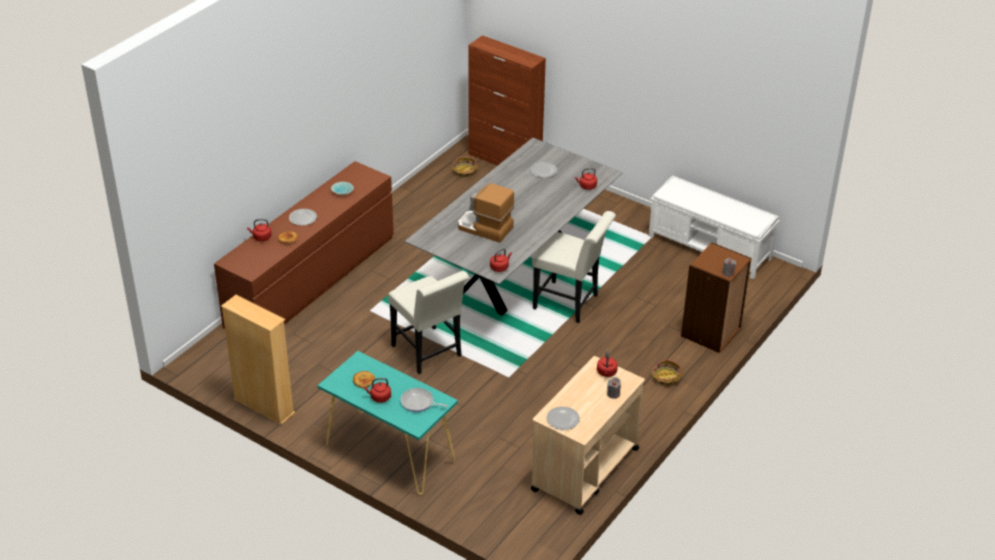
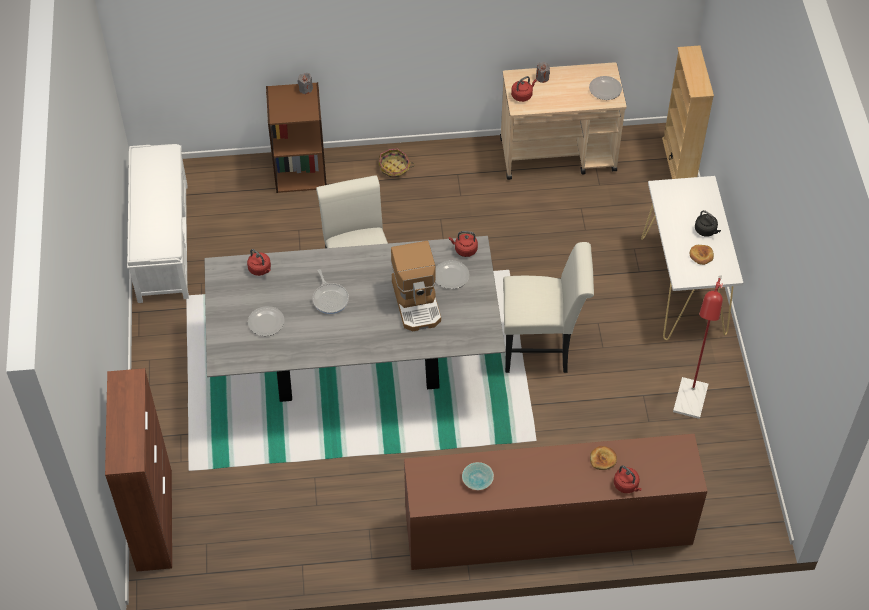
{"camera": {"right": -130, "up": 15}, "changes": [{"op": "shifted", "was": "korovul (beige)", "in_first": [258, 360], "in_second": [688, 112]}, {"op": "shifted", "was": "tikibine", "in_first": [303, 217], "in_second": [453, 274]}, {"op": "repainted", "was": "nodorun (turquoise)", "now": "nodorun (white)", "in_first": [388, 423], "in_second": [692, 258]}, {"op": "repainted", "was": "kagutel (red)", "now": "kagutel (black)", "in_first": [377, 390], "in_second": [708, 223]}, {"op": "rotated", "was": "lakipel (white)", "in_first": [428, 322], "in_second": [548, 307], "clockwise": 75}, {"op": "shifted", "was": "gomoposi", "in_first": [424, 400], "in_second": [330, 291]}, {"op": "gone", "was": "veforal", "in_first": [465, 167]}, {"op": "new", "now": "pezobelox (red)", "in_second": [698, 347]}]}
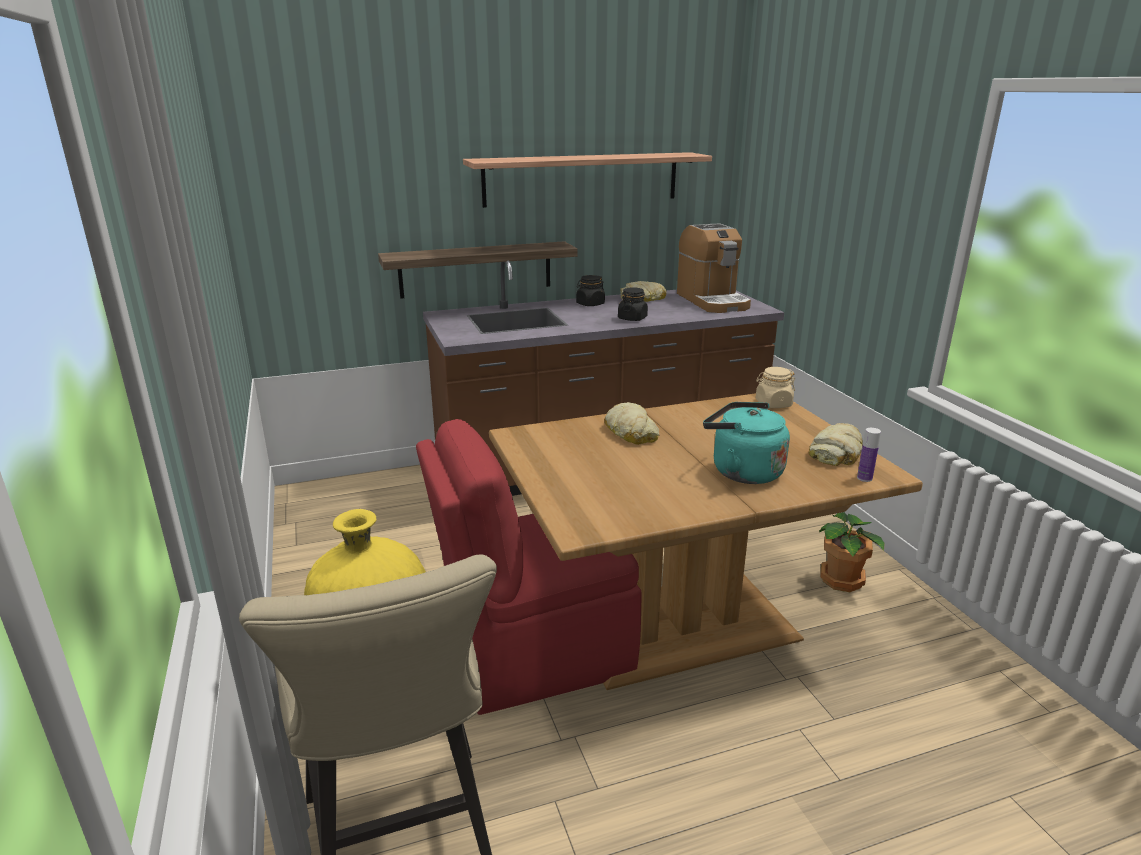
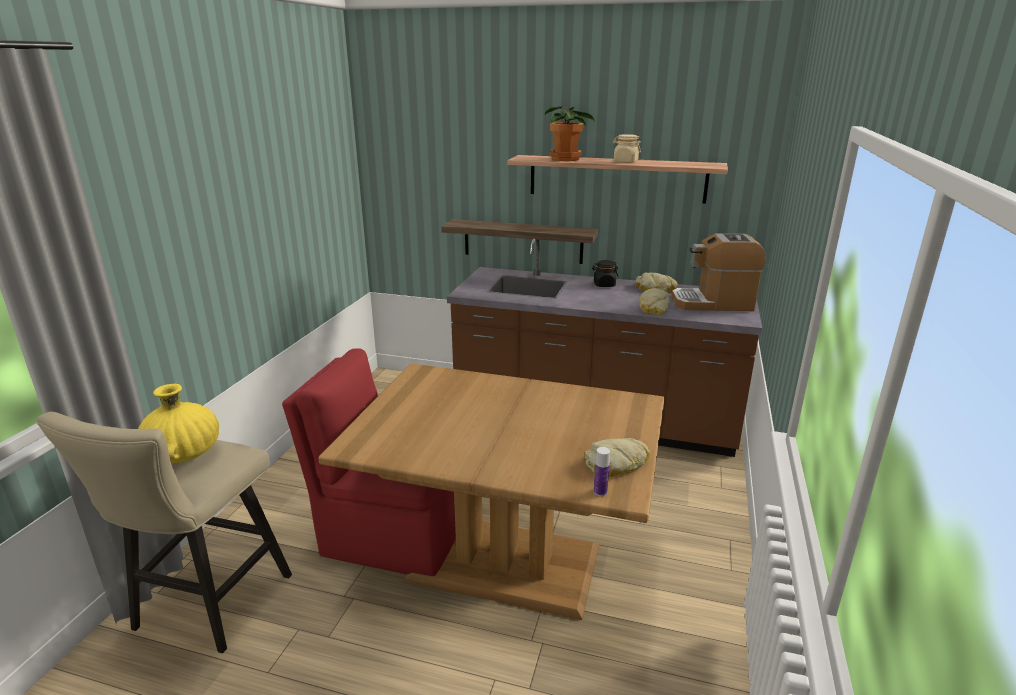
{"camera": {"right": 35, "up": 0}, "changes": [{"op": "shifted", "was": "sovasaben", "in_first": [631, 423], "in_second": [654, 301]}, {"op": "gone", "was": "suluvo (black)", "in_first": [633, 304]}, {"op": "rotated", "was": "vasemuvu", "in_first": [714, 268], "in_second": [718, 272], "clockwise": 75}, {"op": "gone", "was": "kagutel (turquoise)", "in_first": [746, 443]}, {"op": "shifted", "was": "suluvo (beige)", "in_first": [775, 387], "in_second": [627, 148]}, {"op": "shifted", "was": "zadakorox", "in_first": [851, 552], "in_second": [570, 133]}]}
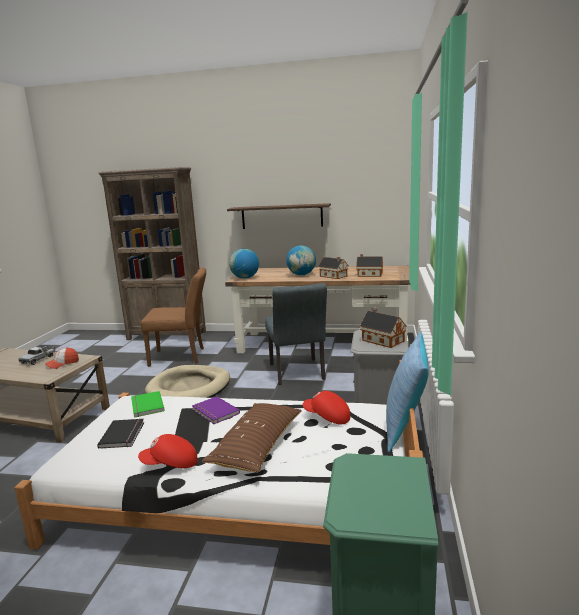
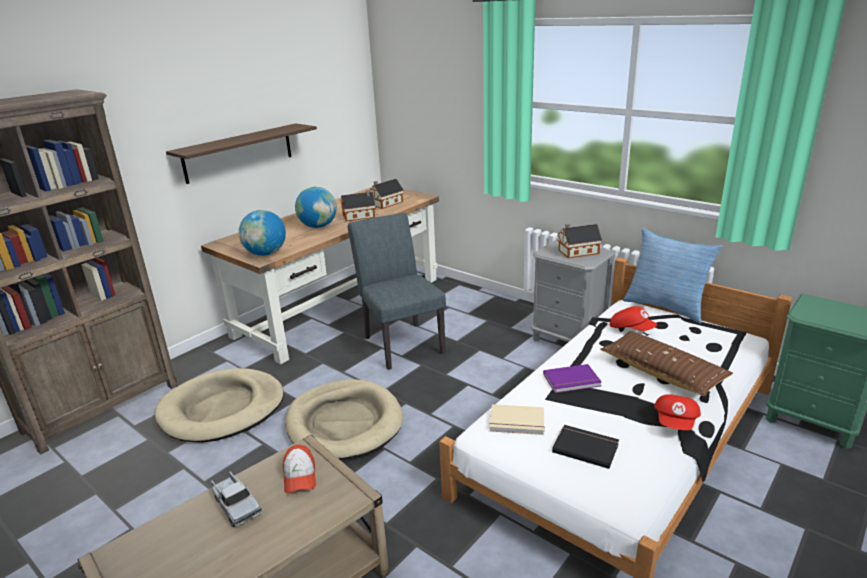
{"camera": {"right": -60, "up": 10}, "changes": [{"op": "repainted", "was": "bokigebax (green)", "now": "bokigebax (beige)", "in_first": [148, 404], "in_second": [516, 419]}, {"op": "swapped", "was": "lakipel (brown)", "now": "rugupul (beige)", "in_first": [173, 317], "in_second": [219, 405]}, {"op": "rotated", "was": "lakipel (grey)", "in_first": [296, 334], "in_second": [397, 291], "clockwise": -135}, {"op": "rotated", "was": "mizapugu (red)", "in_first": [326, 407], "in_second": [633, 318], "clockwise": -105}]}
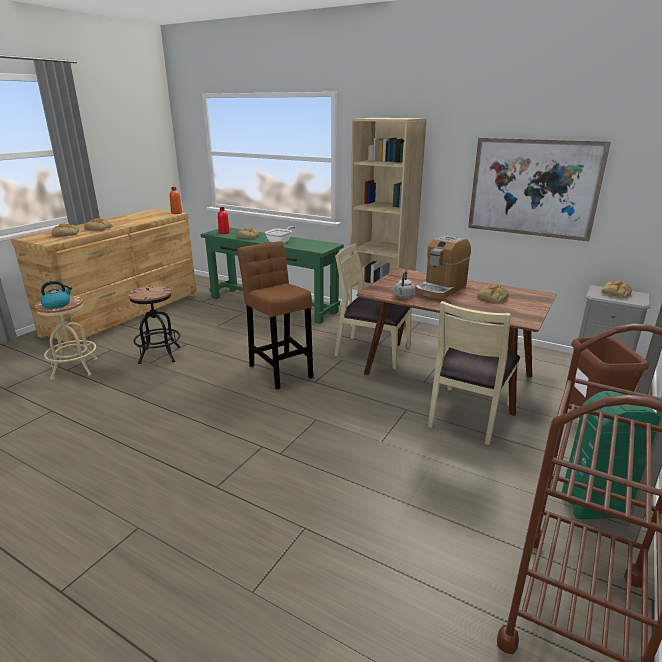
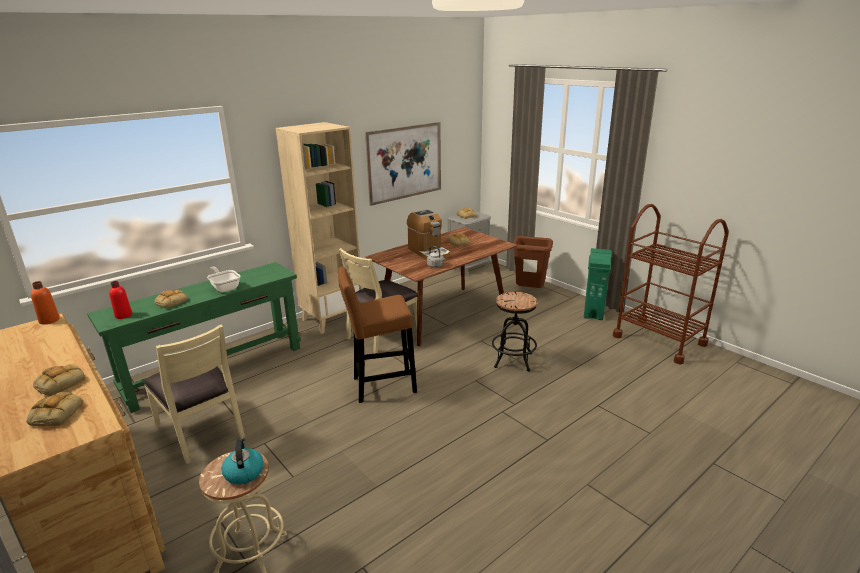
{"camera": {"right": -70, "up": 0}, "changes": [{"op": "shifted", "was": "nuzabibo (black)", "in_first": [154, 324], "in_second": [514, 331]}, {"op": "shifted", "was": "lakipel (beige)", "in_first": [474, 373], "in_second": [194, 394]}]}
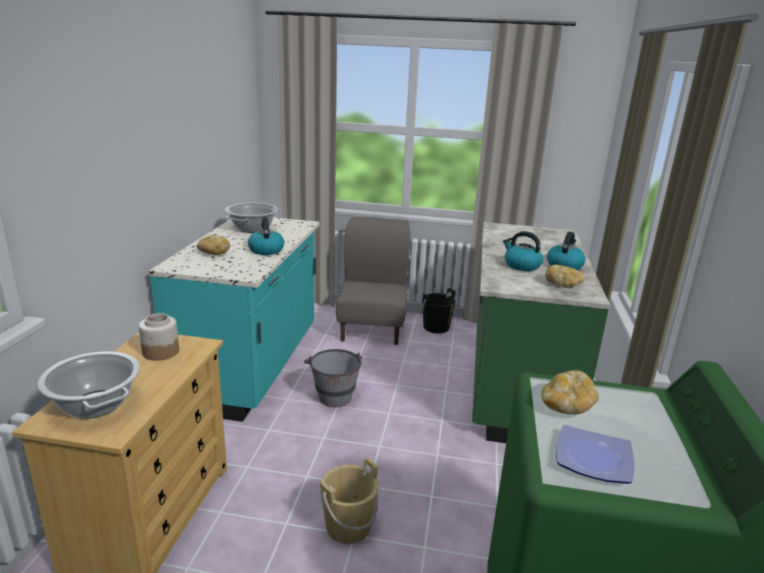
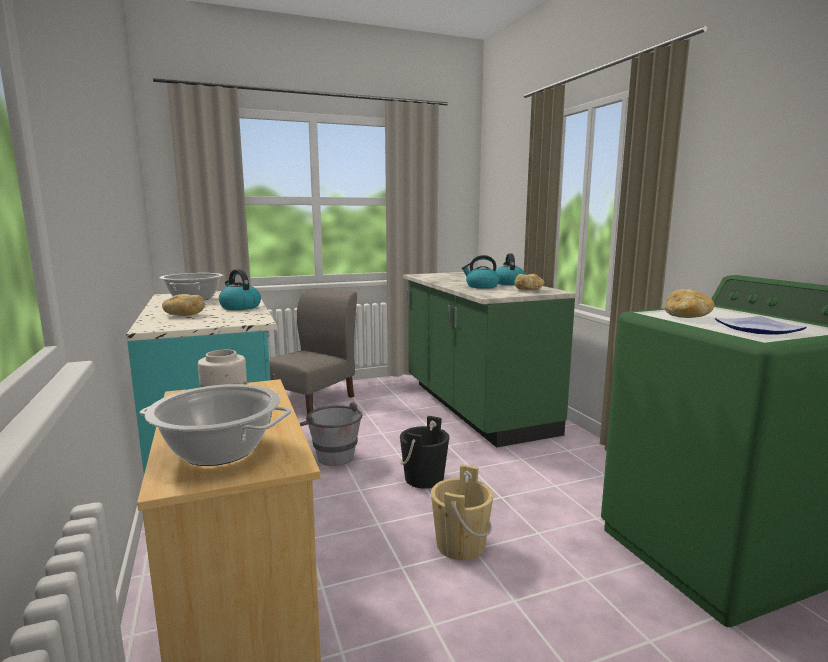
{"camera": {"right": -30, "up": -10}, "changes": [{"op": "rotated", "was": "lakipel (grey)", "in_first": [373, 281], "in_second": [312, 351], "clockwise": 60}, {"op": "shifted", "was": "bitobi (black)", "in_first": [438, 311], "in_second": [424, 452]}]}
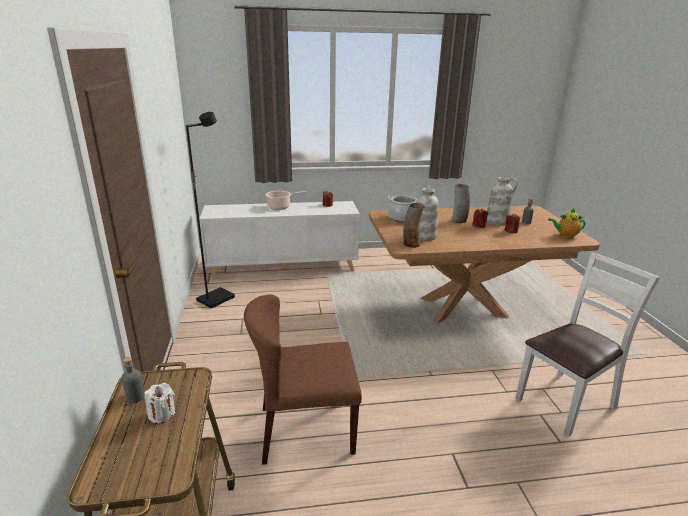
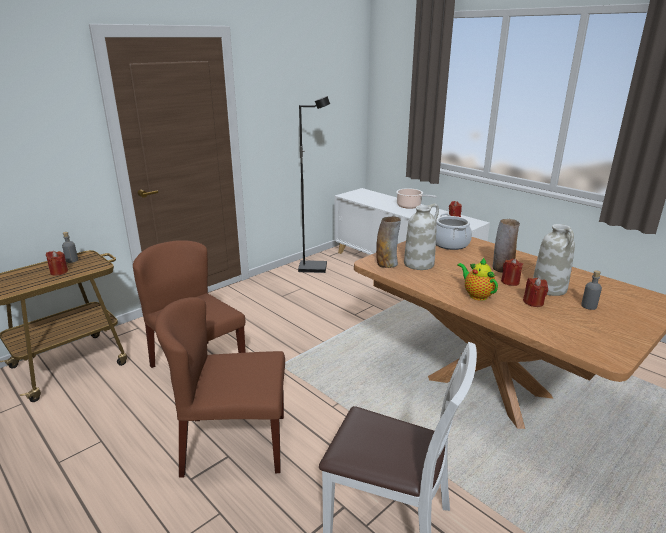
{"camera": {"right": 55, "up": 0}, "changes": [{"op": "repainted", "was": "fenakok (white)", "now": "fenakok (red)", "in_first": [159, 403], "in_second": [57, 263]}, {"op": "shifted", "was": "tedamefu", "in_first": [566, 223], "in_second": [477, 279]}, {"op": "new", "now": "lakipel (brown)", "in_second": [220, 387]}]}
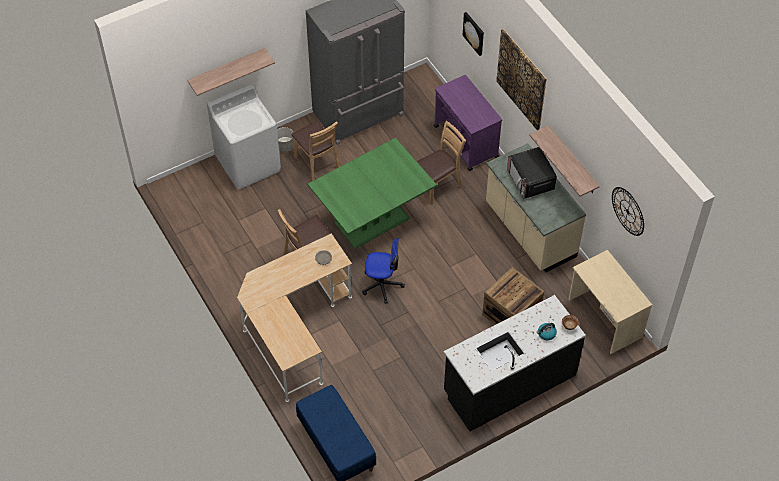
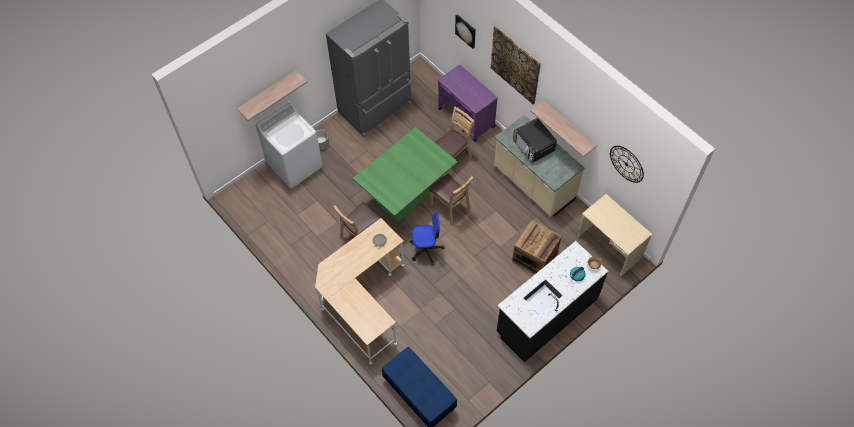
{"camera": {"right": -10, "up": 5}, "changes": [{"op": "shifted", "was": "lakipel (brown)", "in_first": [315, 151], "in_second": [451, 199]}]}
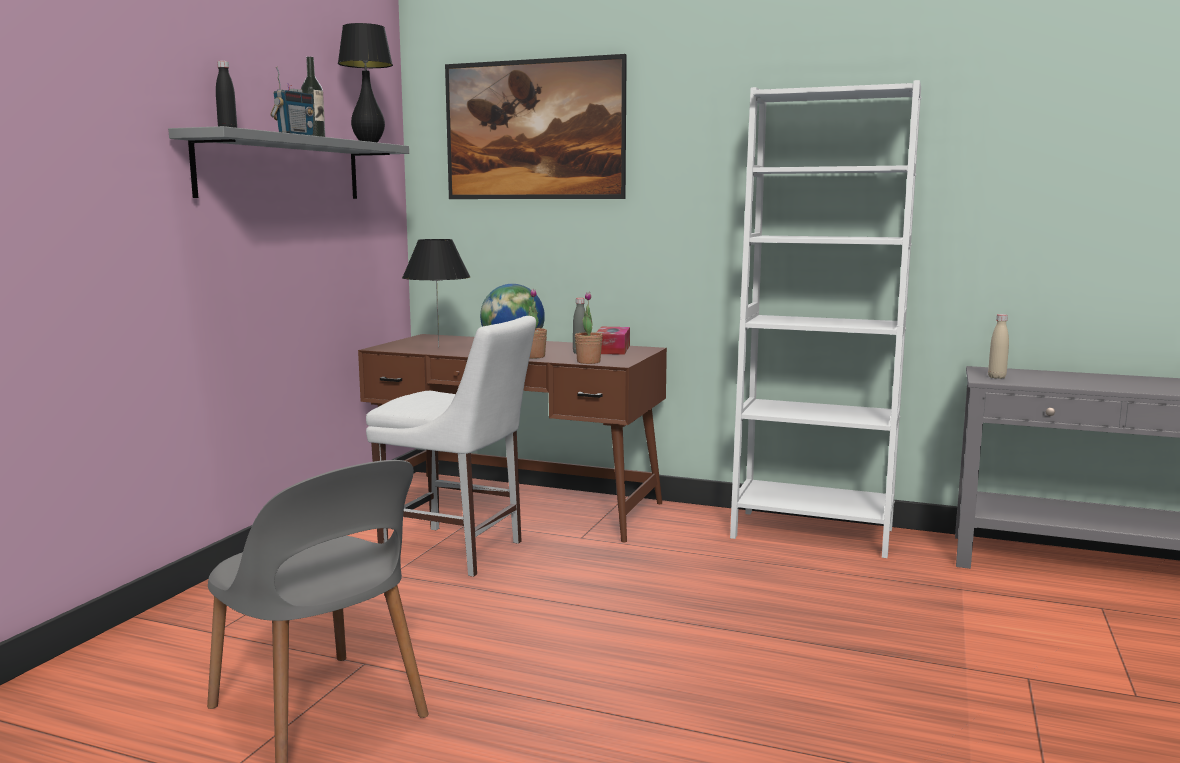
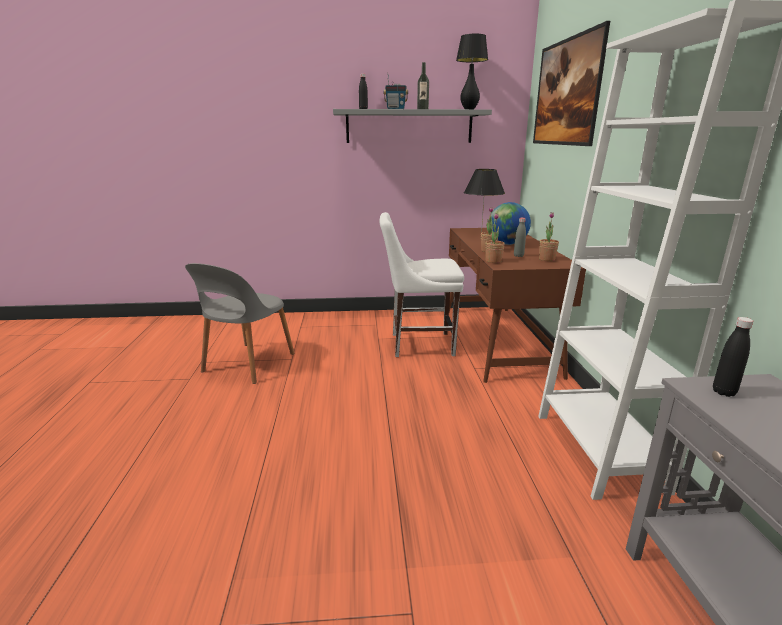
{"camera": {"right": 65, "up": 10}, "changes": [{"op": "rotated", "was": "lakipel (white)", "in_first": [451, 446], "in_second": [421, 284], "clockwise": 90}, {"op": "swapped", "was": "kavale", "now": "zadakorox", "in_first": [613, 341], "in_second": [549, 236]}, {"op": "repainted", "was": "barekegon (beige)", "now": "barekegon (black)", "in_first": [998, 346], "in_second": [733, 357]}]}
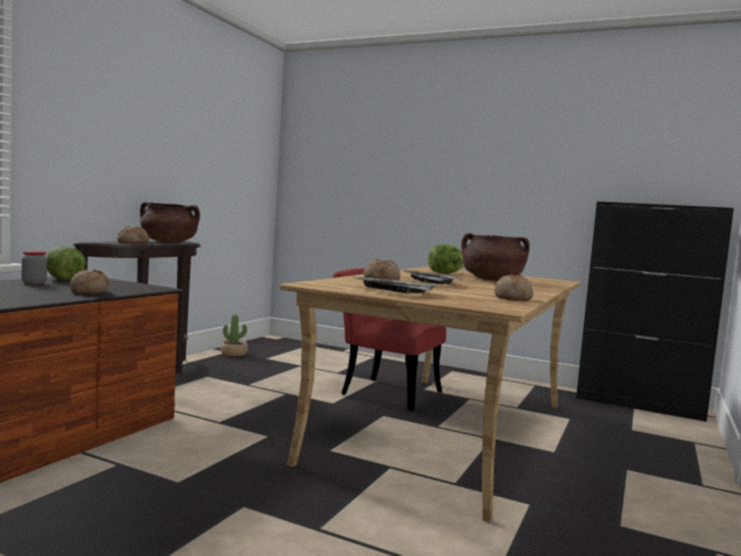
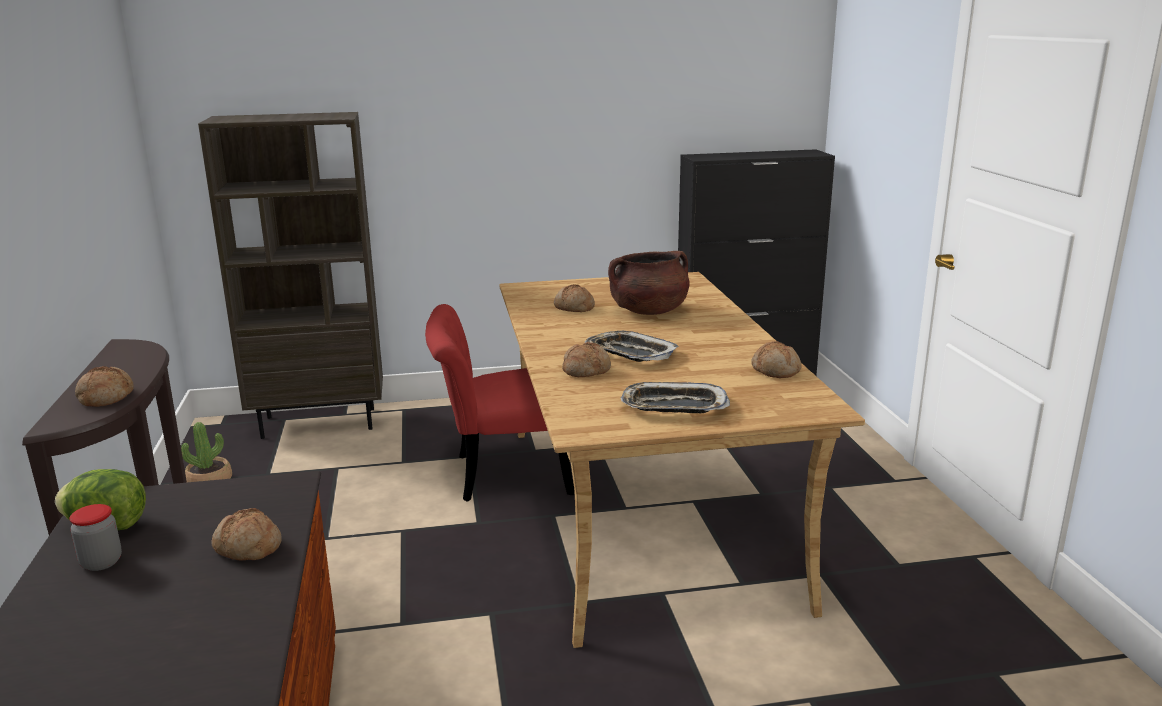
{"camera": {"right": -35, "up": 15}, "changes": [{"op": "gone", "was": "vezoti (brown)", "in_first": [170, 222]}, {"op": "swapped", "was": "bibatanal", "now": "sovasaben", "in_first": [446, 259], "in_second": [574, 298]}, {"op": "new", "now": "korovul (brown)", "in_second": [290, 275]}]}
